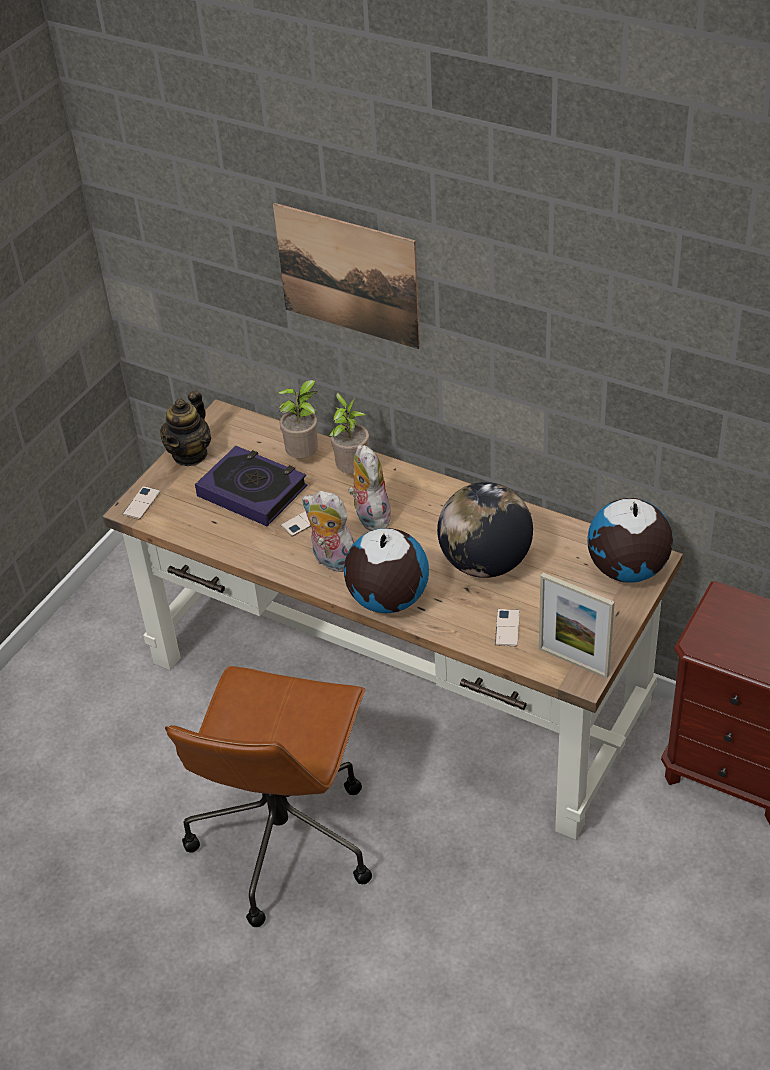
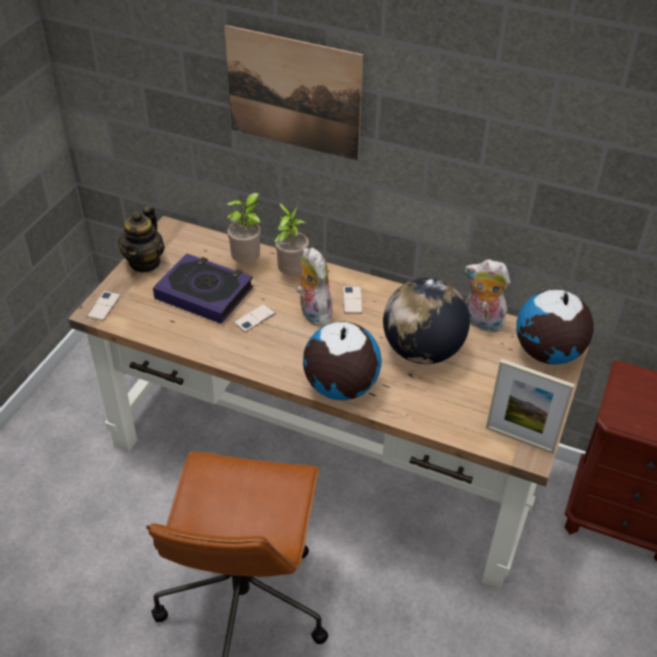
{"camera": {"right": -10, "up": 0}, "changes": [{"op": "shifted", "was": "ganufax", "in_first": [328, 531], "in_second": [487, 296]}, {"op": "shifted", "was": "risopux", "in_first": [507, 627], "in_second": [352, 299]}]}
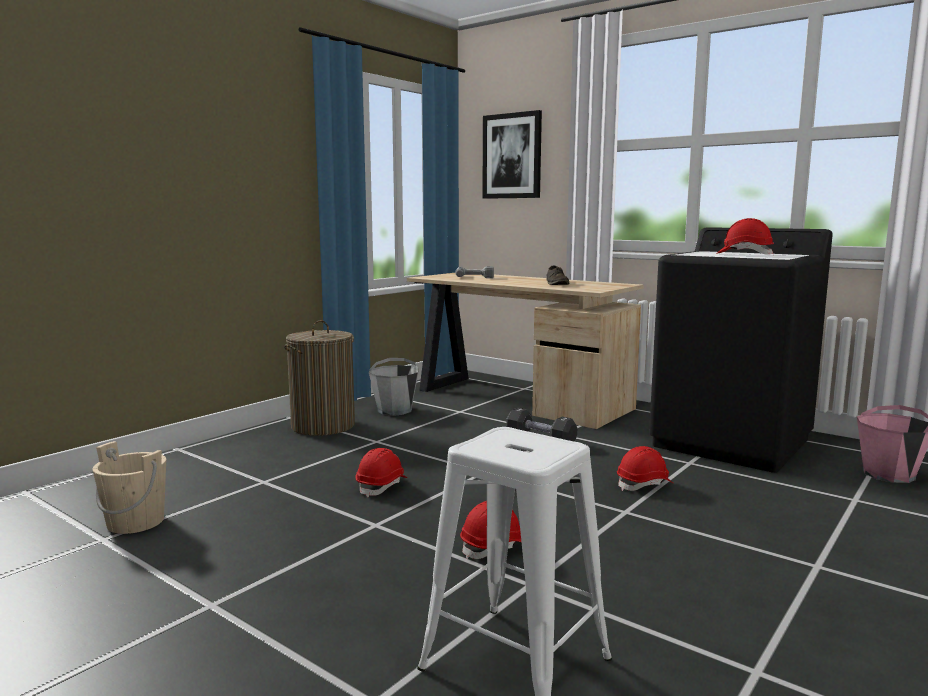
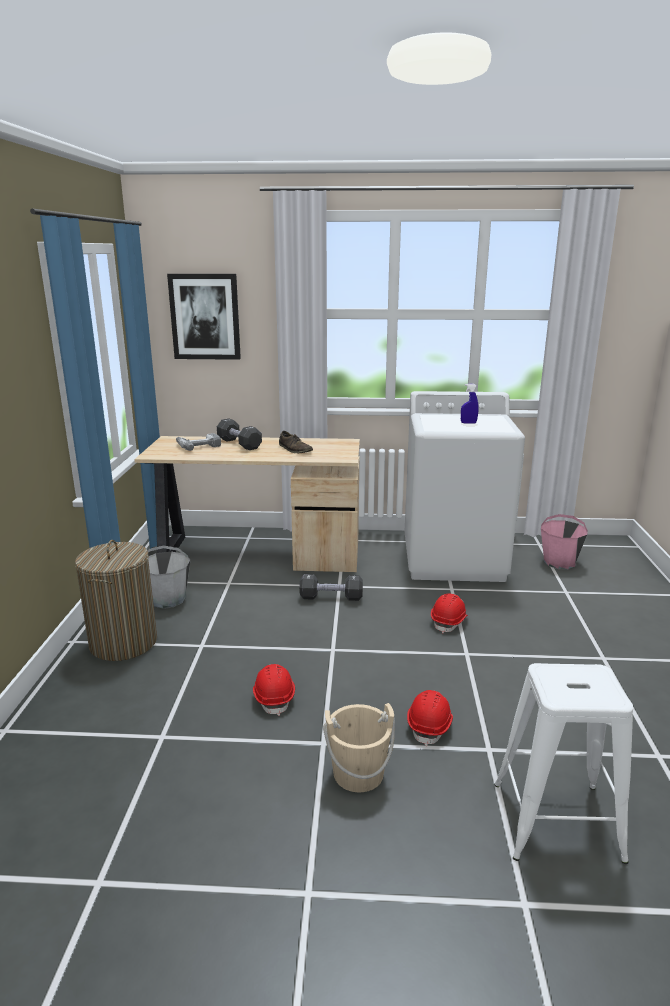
{"camera": {"right": -35, "up": 10}, "changes": [{"op": "shifted", "was": "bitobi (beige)", "in_first": [129, 487], "in_second": [359, 747]}, {"op": "repainted", "was": "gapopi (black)", "now": "gapopi (white)", "in_first": [741, 350], "in_second": [465, 486]}, {"op": "swapped", "was": "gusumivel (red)", "now": "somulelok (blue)", "in_first": [745, 236], "in_second": [469, 404]}, {"op": "new", "now": "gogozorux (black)", "in_second": [239, 434]}]}
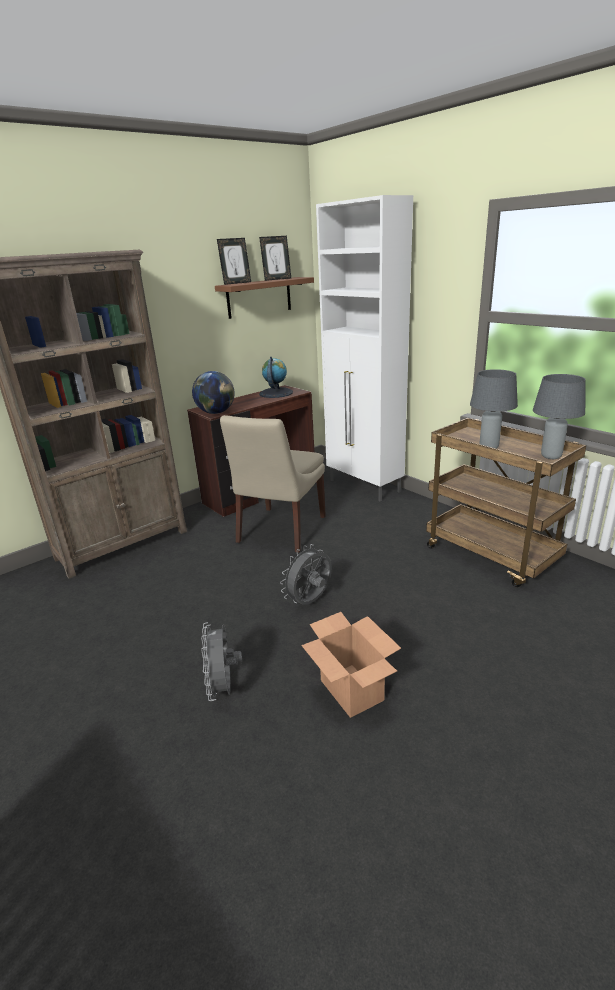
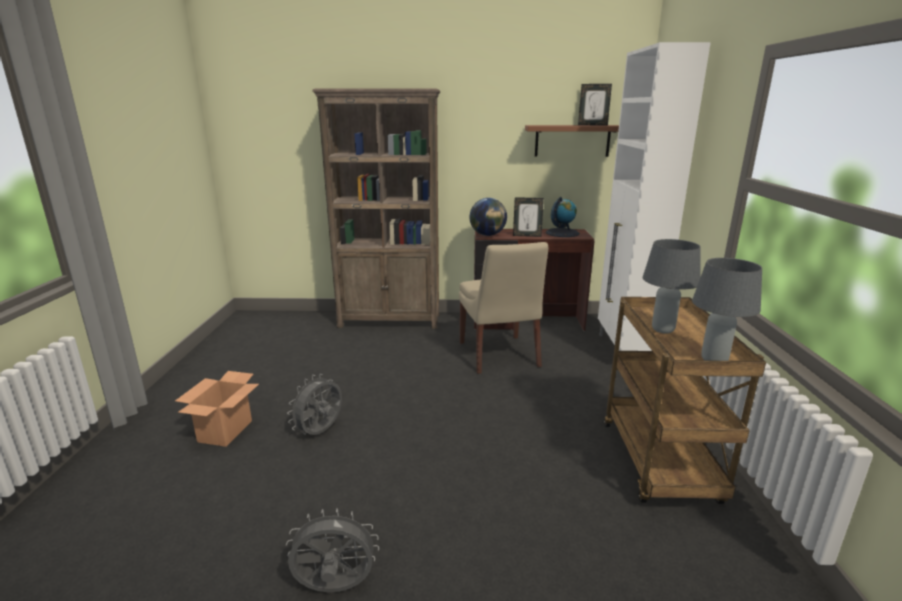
{"camera": {"right": 40, "up": -5}, "changes": [{"op": "shifted", "was": "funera", "in_first": [234, 261], "in_second": [528, 217]}, {"op": "rotated", "was": "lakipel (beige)", "in_first": [273, 484], "in_second": [503, 308], "clockwise": -75}, {"op": "shifted", "was": "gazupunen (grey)", "in_first": [306, 574], "in_second": [332, 550]}, {"op": "shifted", "was": "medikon", "in_first": [351, 665], "in_second": [217, 409]}]}
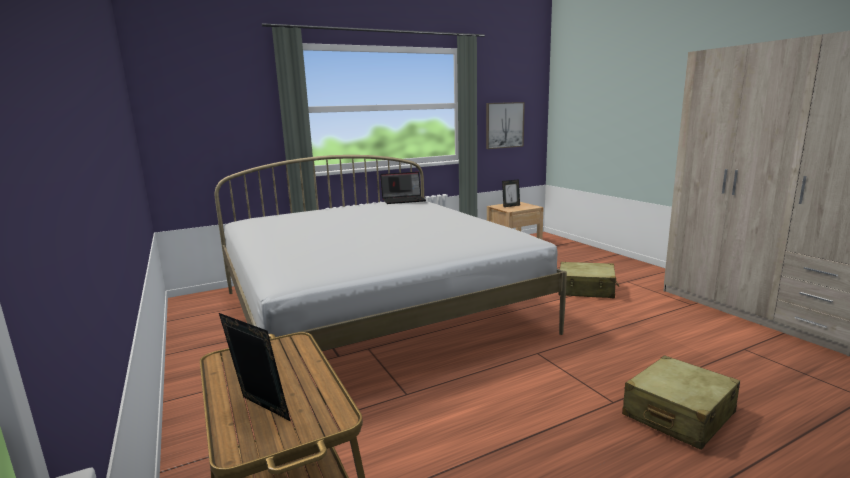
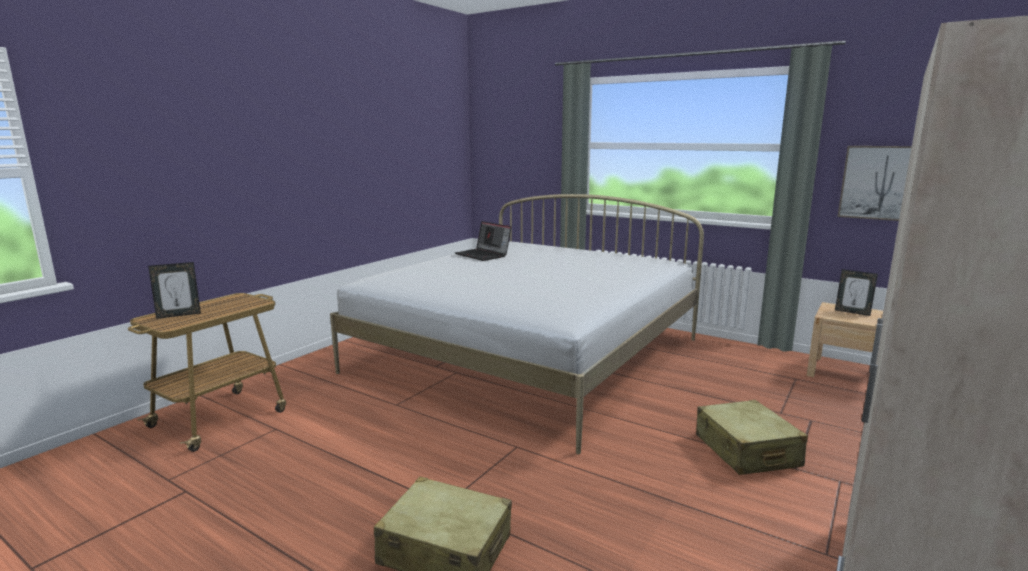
{"camera": {"right": 60, "up": 0}, "changes": [{"op": "rotated", "was": "funera", "in_first": [254, 367], "in_second": [174, 290], "clockwise": 60}, {"op": "shifted", "was": "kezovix", "in_first": [403, 188], "in_second": [483, 241]}]}
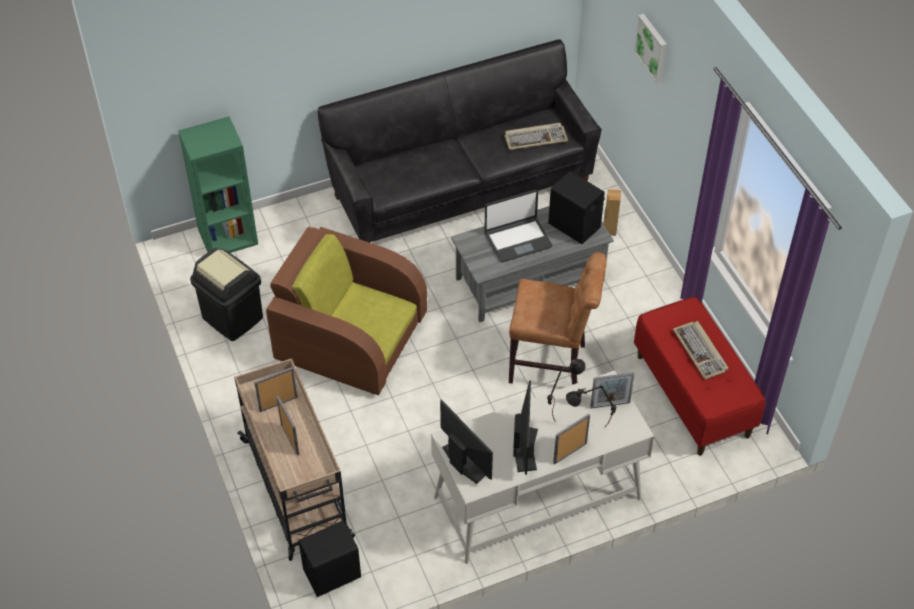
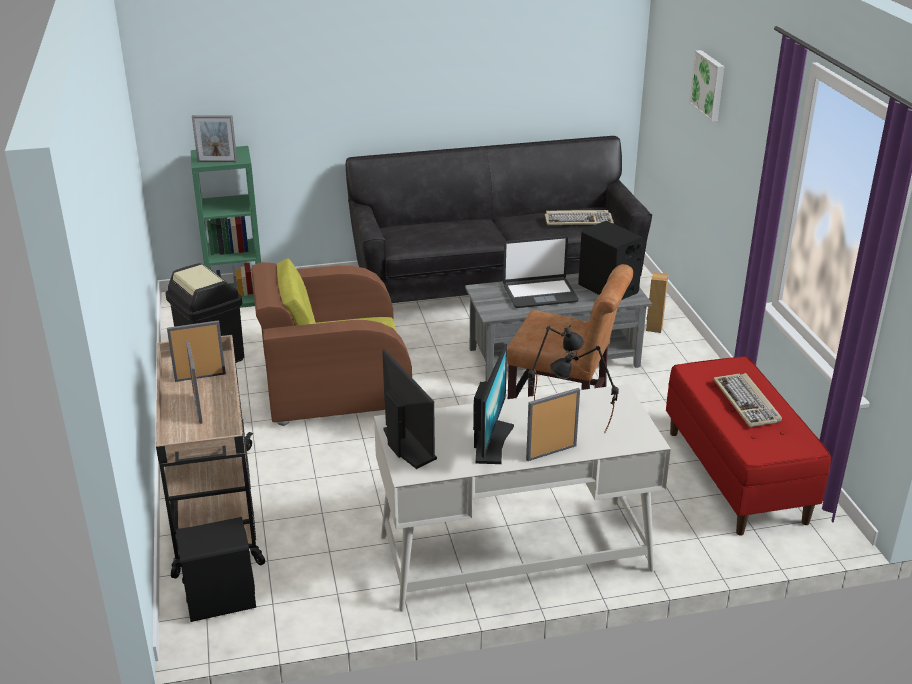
{"camera": {"right": 10, "up": -20}, "changes": [{"op": "rotated", "was": "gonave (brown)", "in_first": [346, 311], "in_second": [331, 342], "clockwise": -45}, {"op": "shifted", "was": "funera", "in_first": [612, 390], "in_second": [214, 138]}]}
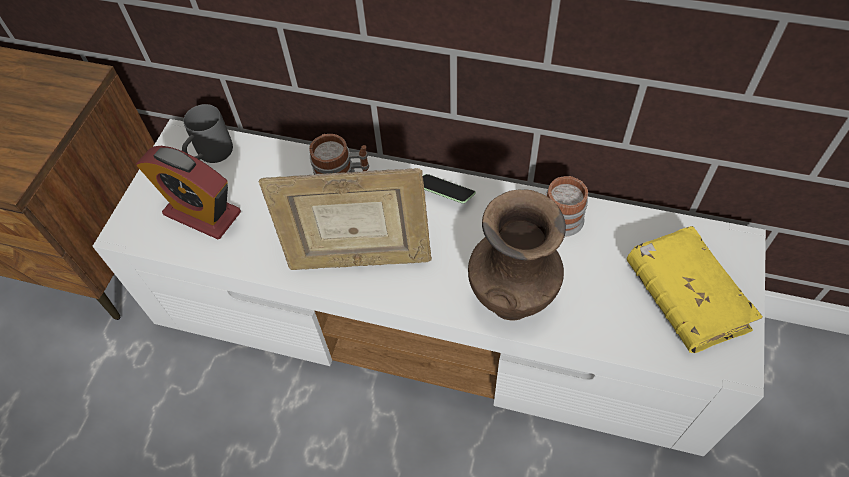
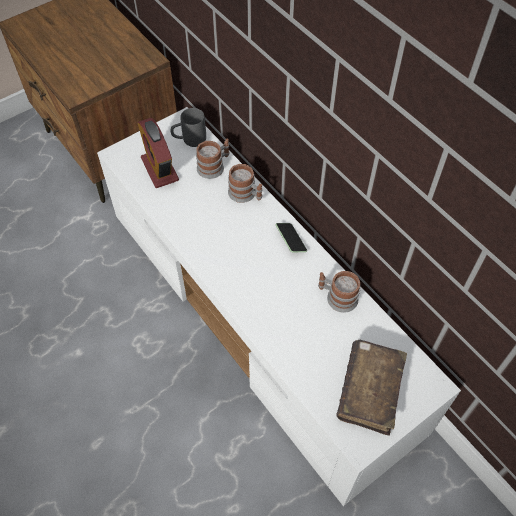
{"camera": {"right": 35, "up": 0}, "changes": [{"op": "gone", "was": "funera", "in_first": [345, 219]}, {"op": "gone", "was": "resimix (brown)", "in_first": [517, 255]}, {"op": "repainted", "was": "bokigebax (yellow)", "now": "bokigebax (brown)", "in_first": [695, 289], "in_second": [371, 388]}, {"op": "new", "now": "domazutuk", "in_second": [213, 159]}]}
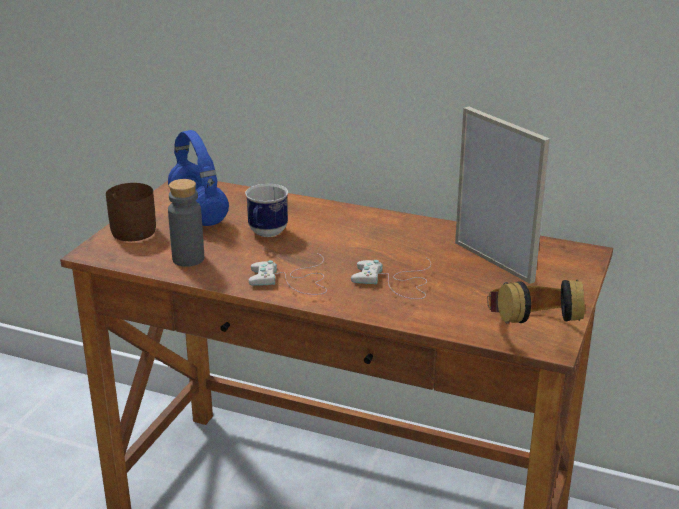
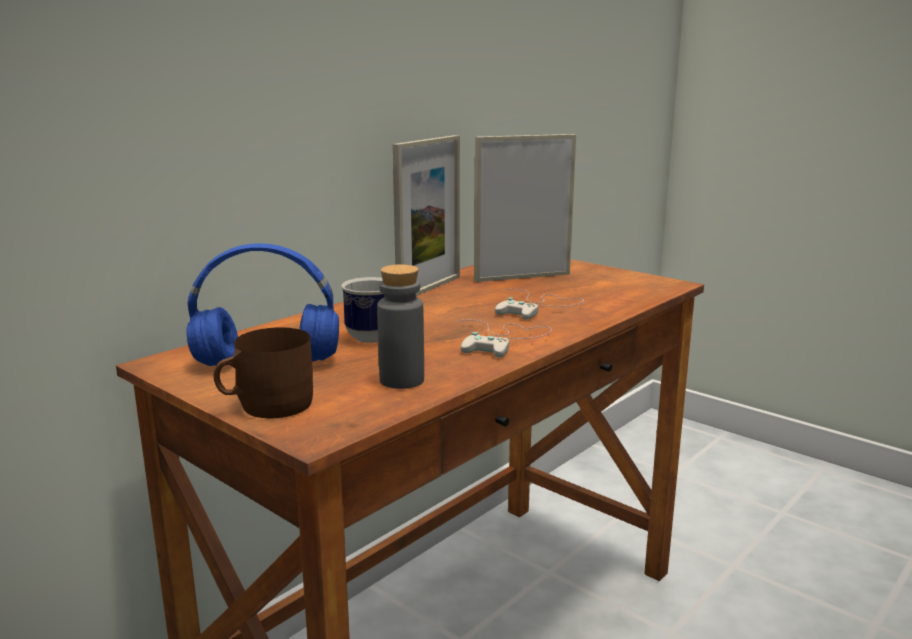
{"camera": {"right": -70, "up": -10}, "changes": [{"op": "gone", "was": "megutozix", "in_first": [536, 301]}, {"op": "new", "now": "funera", "in_second": [426, 215]}]}
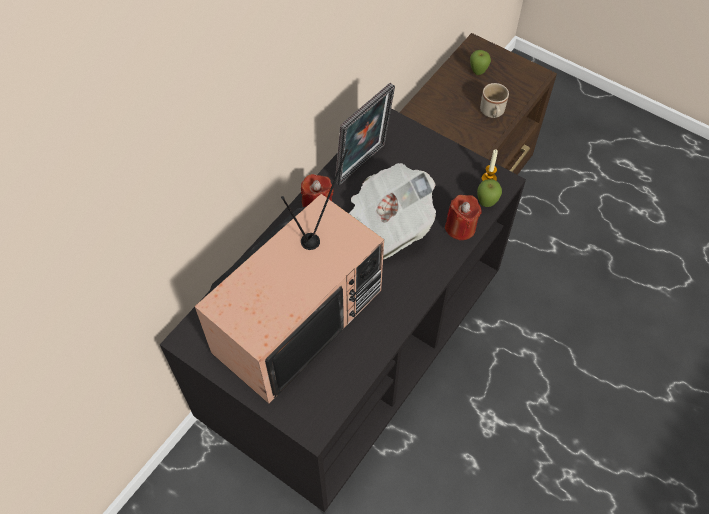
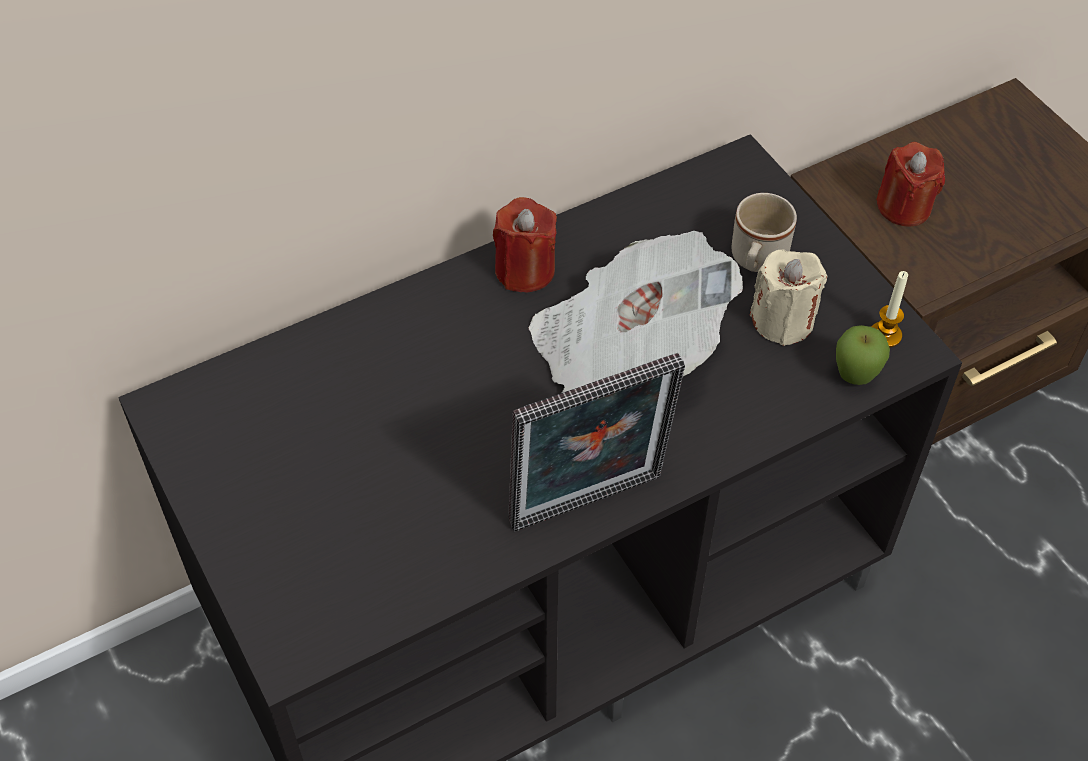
{"camera": {"right": 25, "up": -5}, "changes": [{"op": "gone", "was": "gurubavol", "in_first": [289, 276]}, {"op": "shifted", "was": "funera", "in_first": [365, 134], "in_second": [596, 442]}, {"op": "shifted", "was": "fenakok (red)", "in_first": [463, 217], "in_second": [910, 184]}, {"op": "gone", "was": "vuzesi", "in_first": [480, 62]}, {"op": "shifted", "was": "domazutuk (beige)", "in_first": [494, 100], "in_second": [764, 232]}, {"op": "new", "now": "fenakok (beige)", "in_second": [788, 297]}]}
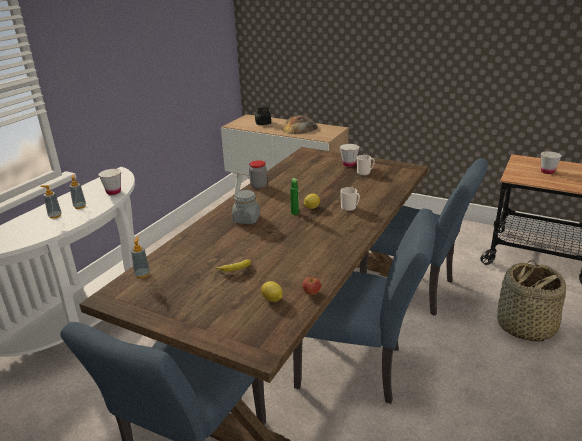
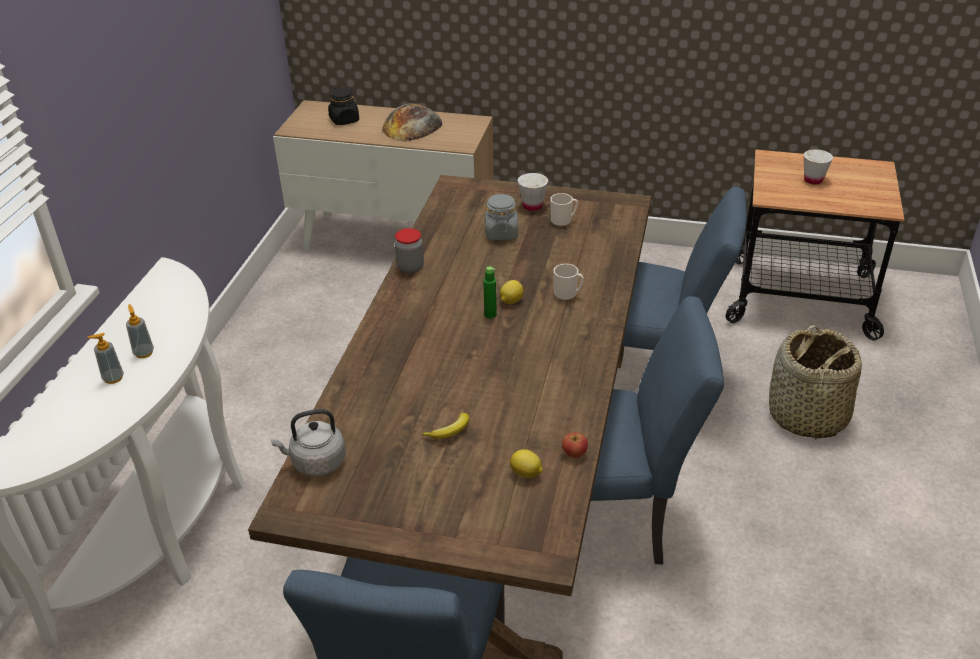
{"camera": {"right": -15, "up": 10}, "changes": [{"op": "gone", "was": "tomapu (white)", "in_first": [109, 182]}, {"op": "swapped", "was": "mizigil", "now": "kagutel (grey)", "in_first": [140, 257], "in_second": [308, 442]}, {"op": "shifted", "was": "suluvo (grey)", "in_first": [246, 207], "in_second": [501, 217]}]}
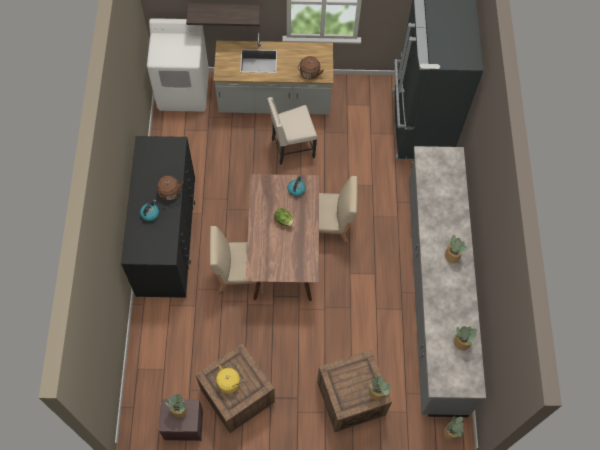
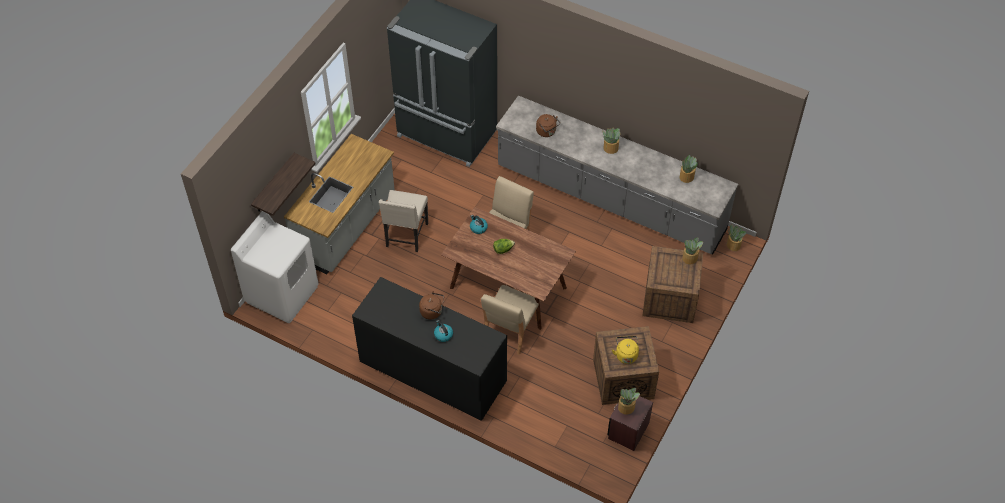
{"camera": {"right": -60, "up": -10}, "changes": [{"op": "shifted", "was": "kagutel (brown)", "in_first": [311, 67], "in_second": [548, 125]}]}
